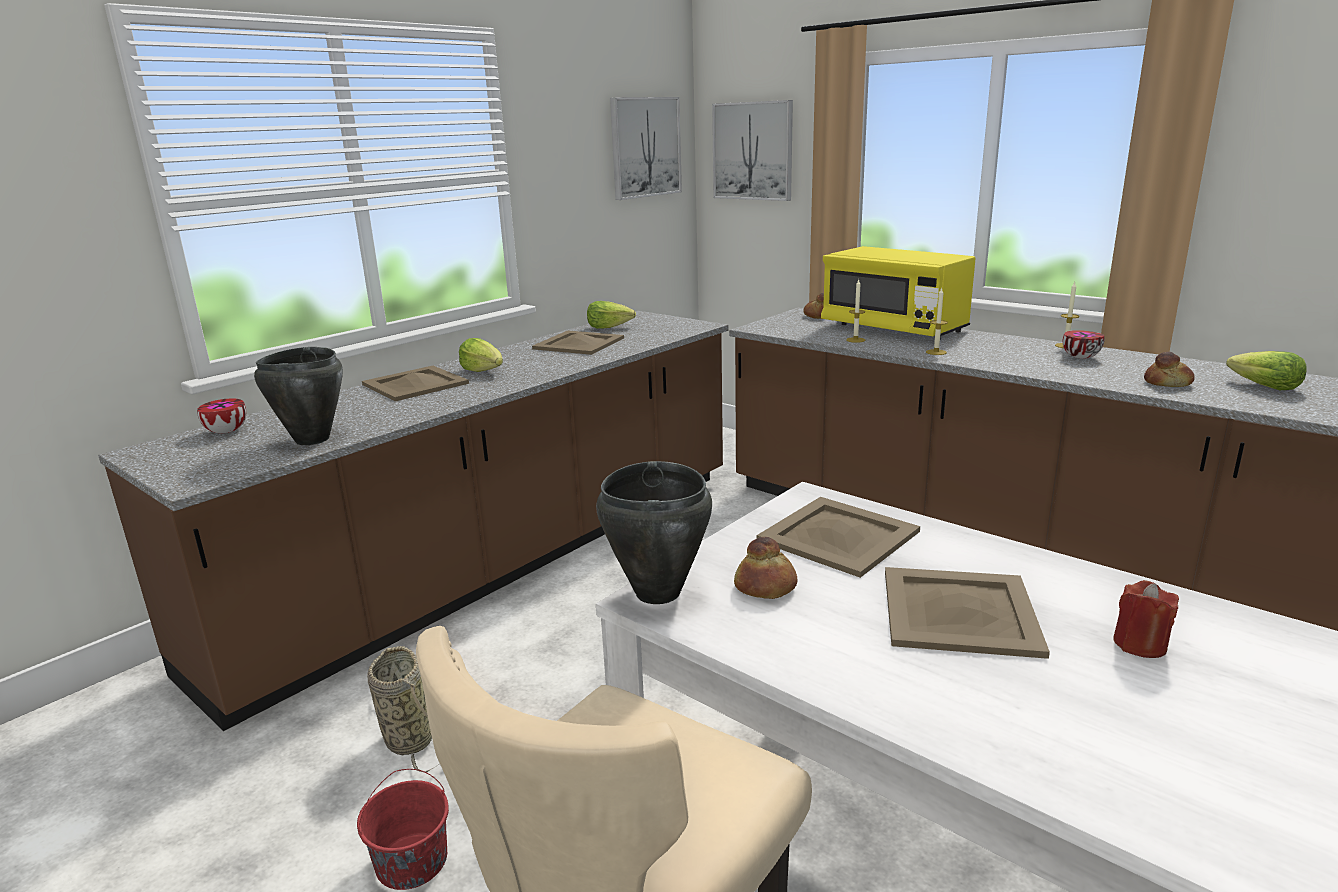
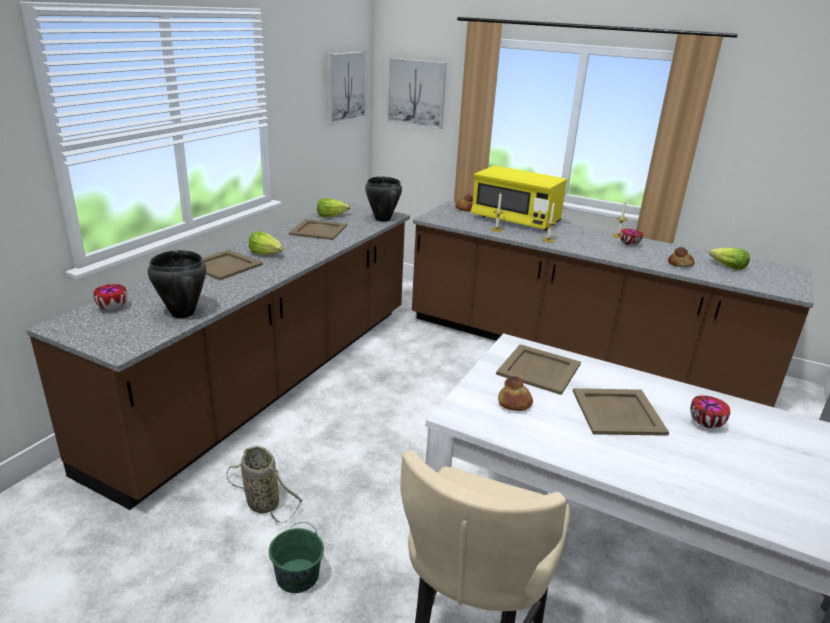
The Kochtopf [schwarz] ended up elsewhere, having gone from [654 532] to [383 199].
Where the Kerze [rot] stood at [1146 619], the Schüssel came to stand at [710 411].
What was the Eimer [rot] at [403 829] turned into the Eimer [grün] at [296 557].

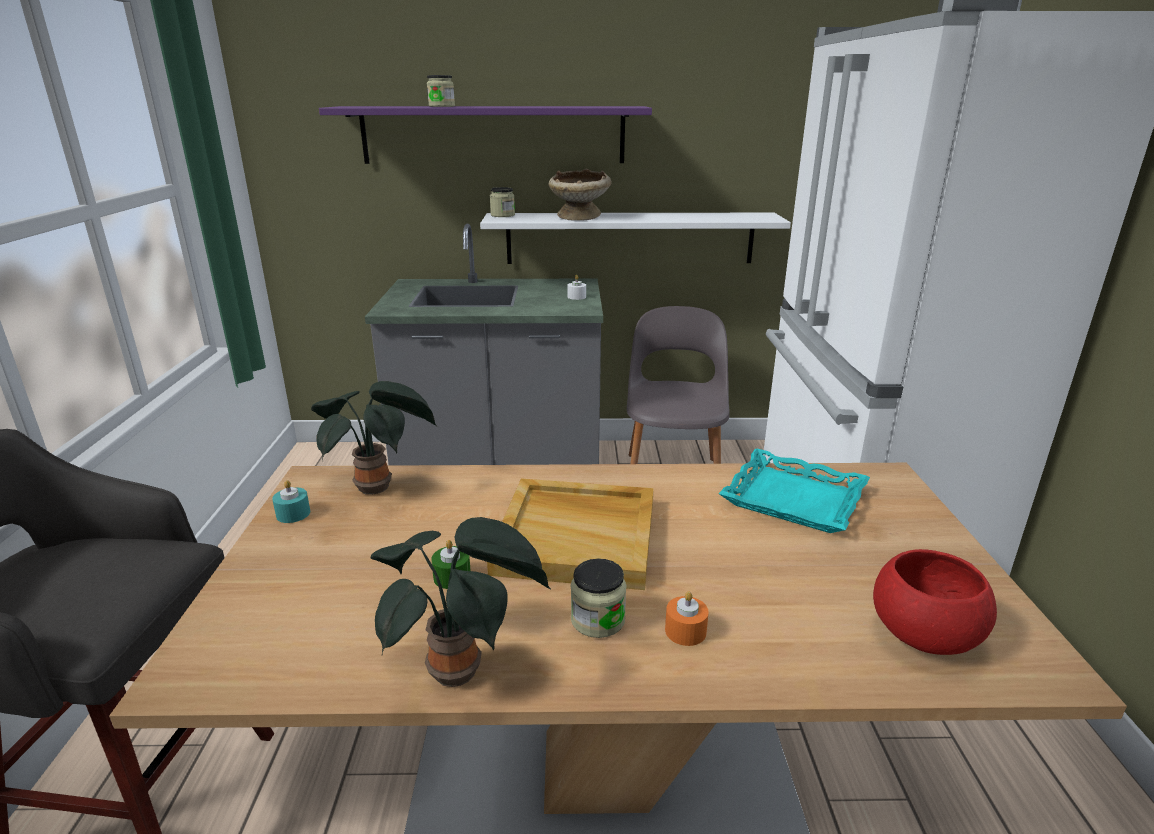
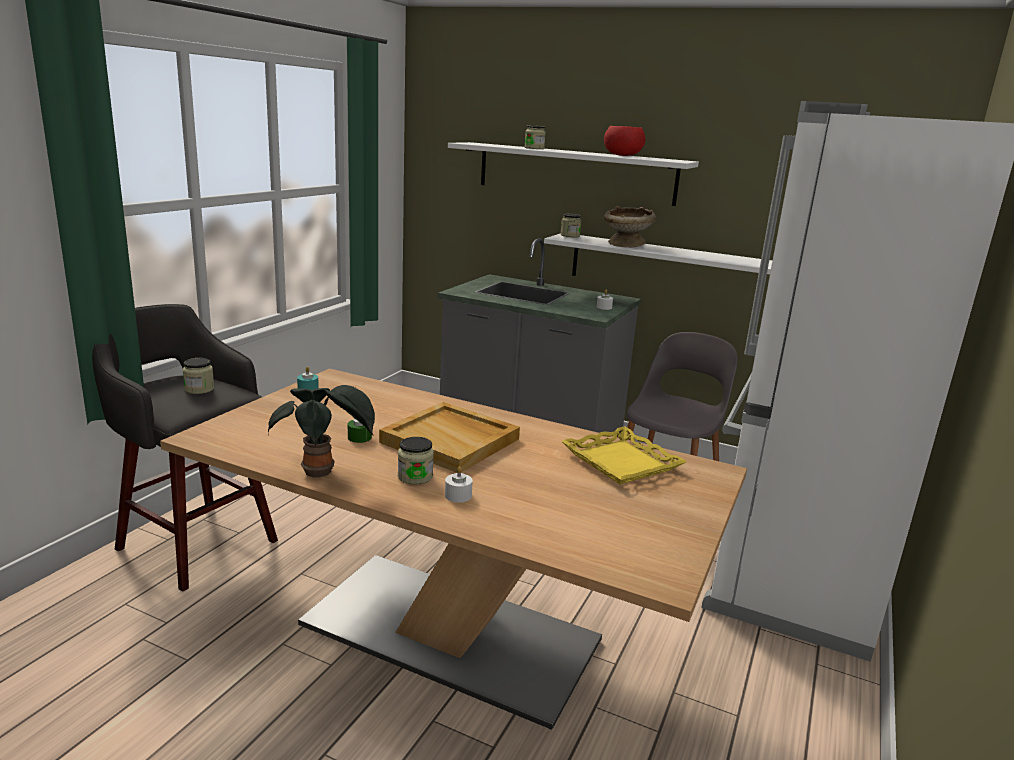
The second view lost the Topfpflanze at [374 438].
The second view gained the Vorratsglas at [198 376].
The Schüssel [rot] ended up elsewhere, having gone from [935 602] to [624 141].
What was the Wandregal [lila] at [485 135] turned into the Wandregal [weiß] at [573 174].
What was the Kerze [orange] at [687 618] turned into the Kerze [weiß] at [459 484].
What was the Tablett [türkis] at [794 491] turned into the Tablett [gelb] at [624 455].

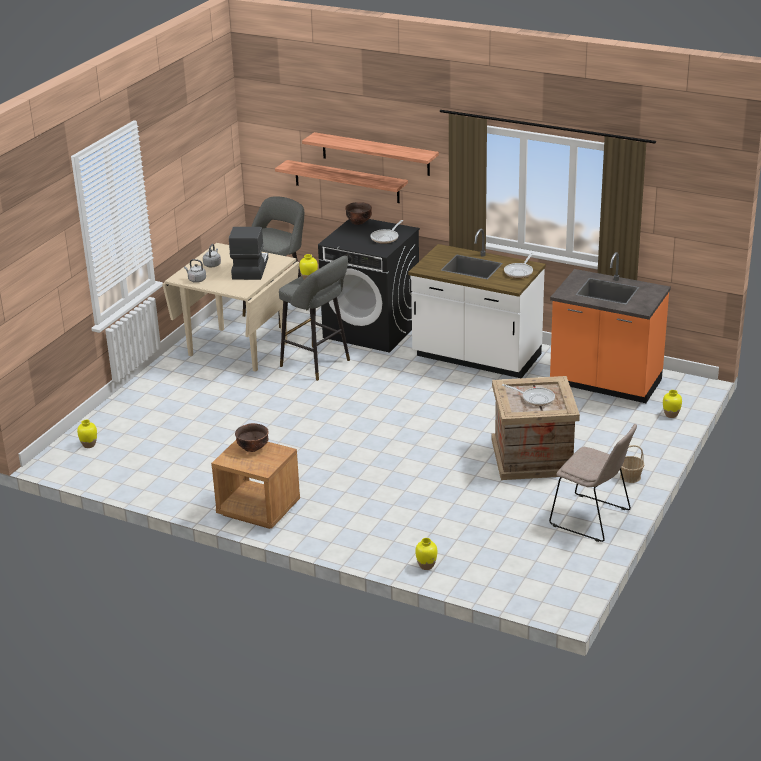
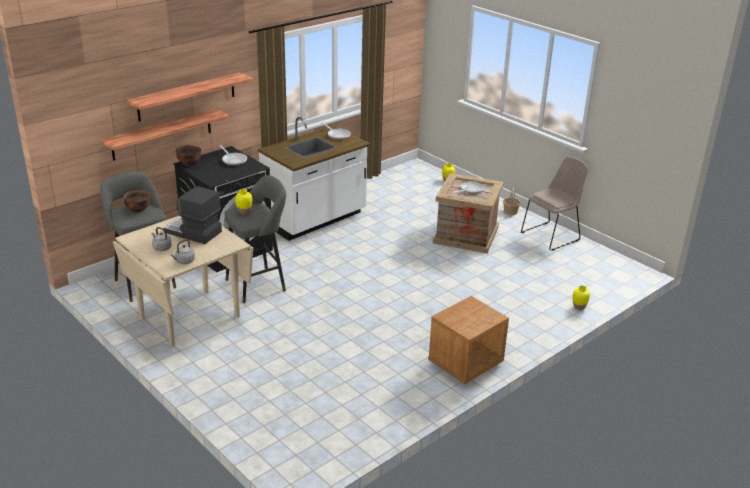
The second view lost the Vase [gelb] at [87 434].
The second view lost the Küchenzeile [orange] at [610 327].
The Schüssel [braun] ended up elsewhere, having gone from [252 437] to [137 201].

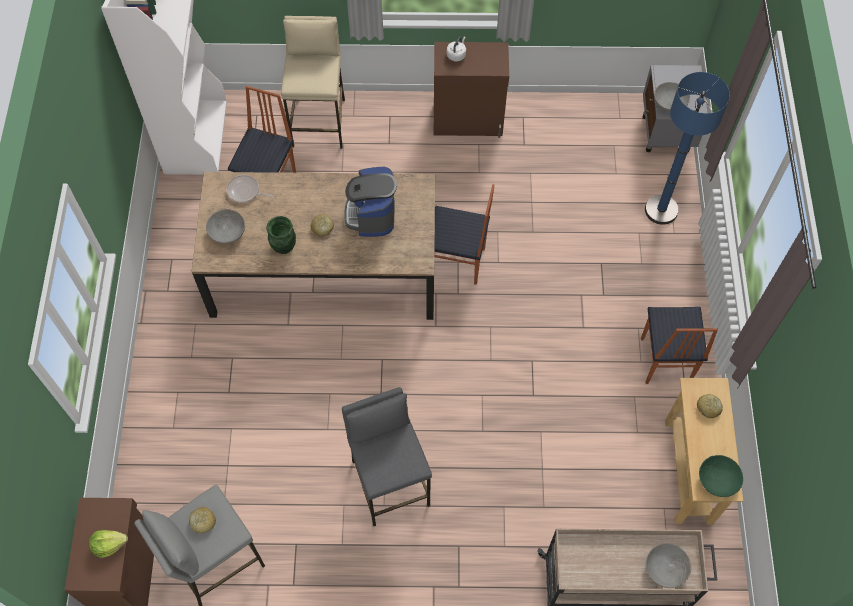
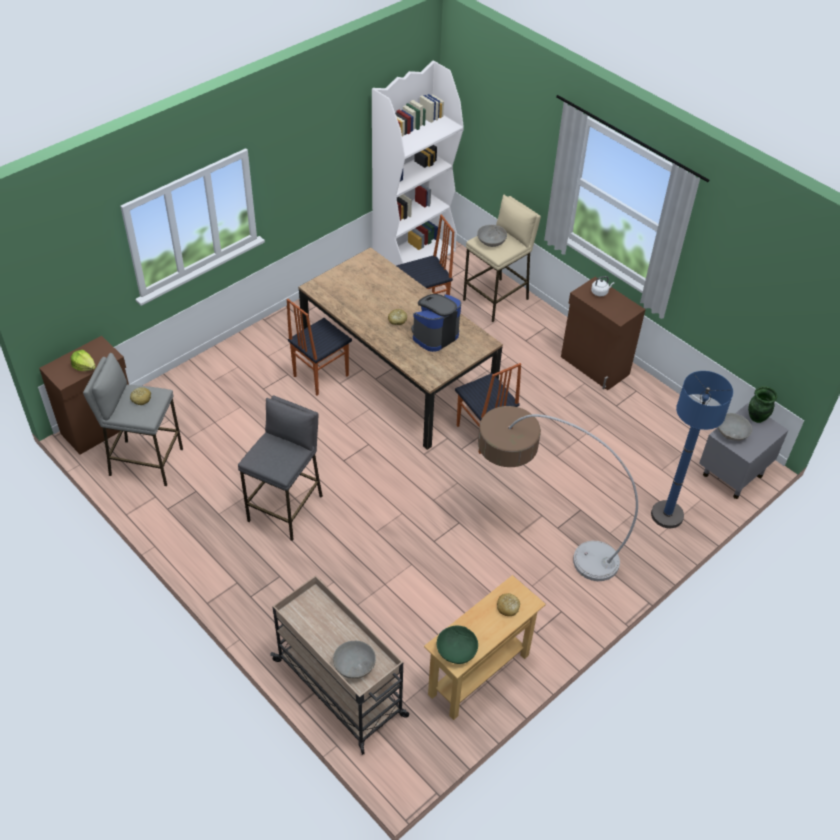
The second view lost the Pfanne at [249 189].
The second view gained the Stehlampe at [558 493].
The Schüssel [grau] ended up elsewhere, having gone from [225 226] to [492 236].
The Vase [grün] ended up elsewhere, having gone from [281 235] to [762 404].
The Stuhl ended up elsewhere, having gone from [679 345] to [319 347].

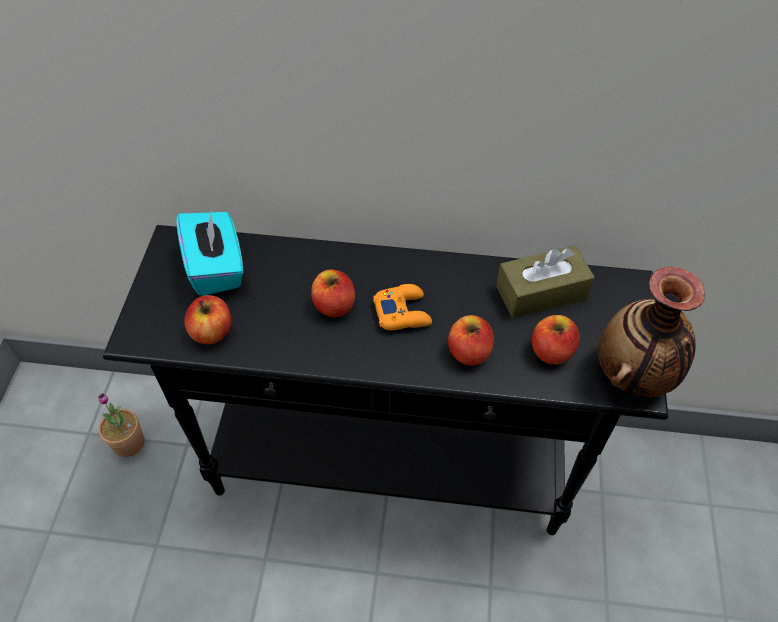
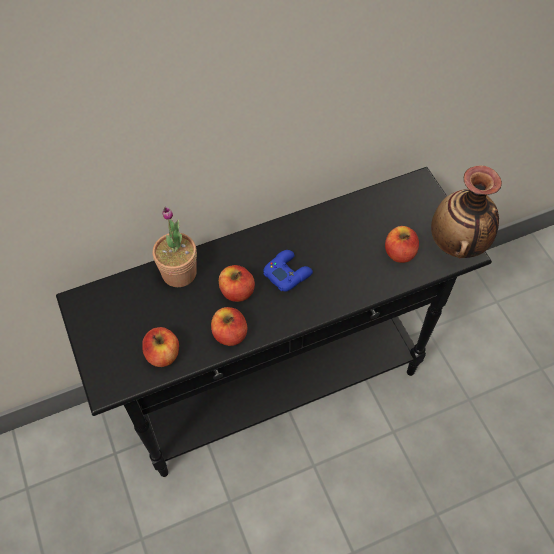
The second view lost the Taschentuchbox [türkis] at [210 252].
The second view lost the Taschentuchbox [braun] at [545 282].
The Topfpflanze ended up elsewhere, having gone from [121 425] to [175 247].
The Apfel ended up elsewhere, having gone from [471 340] to [229 326].
What was the Gamepad [orange] at [402 307] turned into the Gamepad [blau] at [288 271].

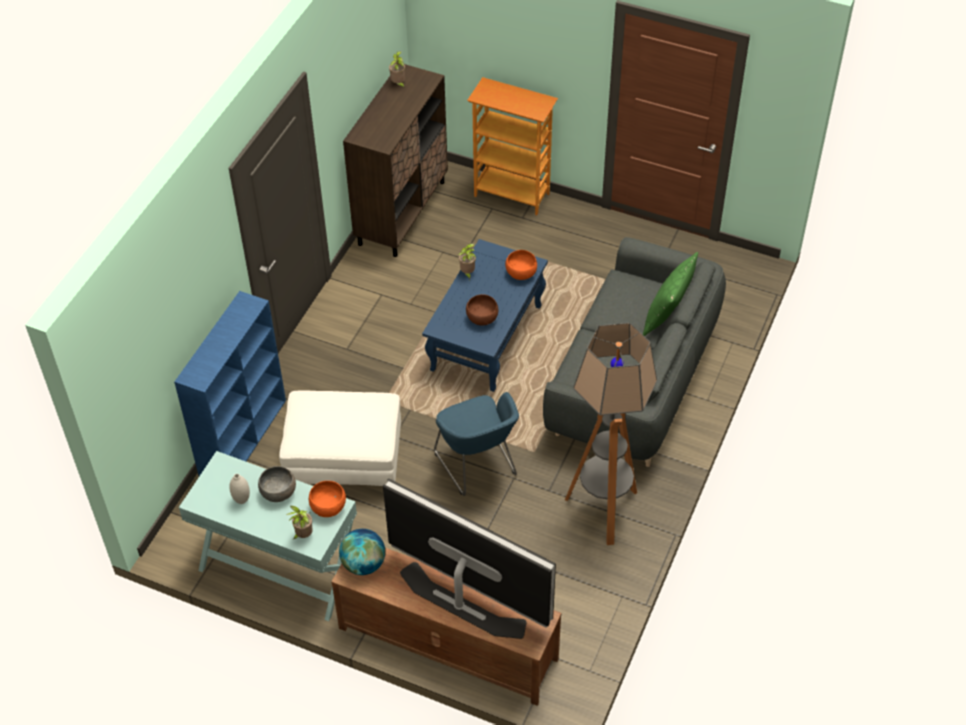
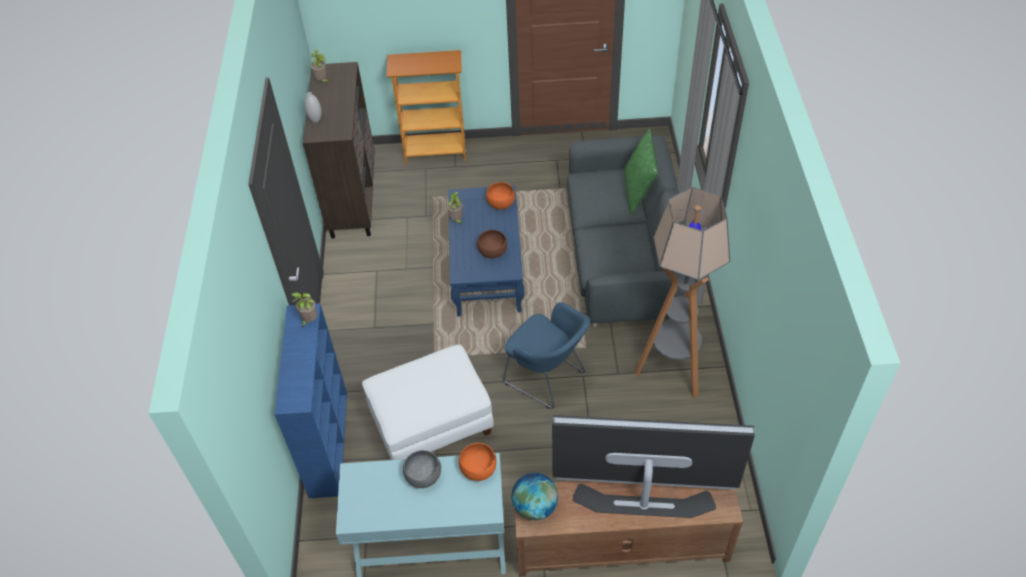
The Vase [weiß] ended up elsewhere, having gone from [239 489] to [312 107].
The Topfpflanze ended up elsewhere, having gone from [299 523] to [304 310].

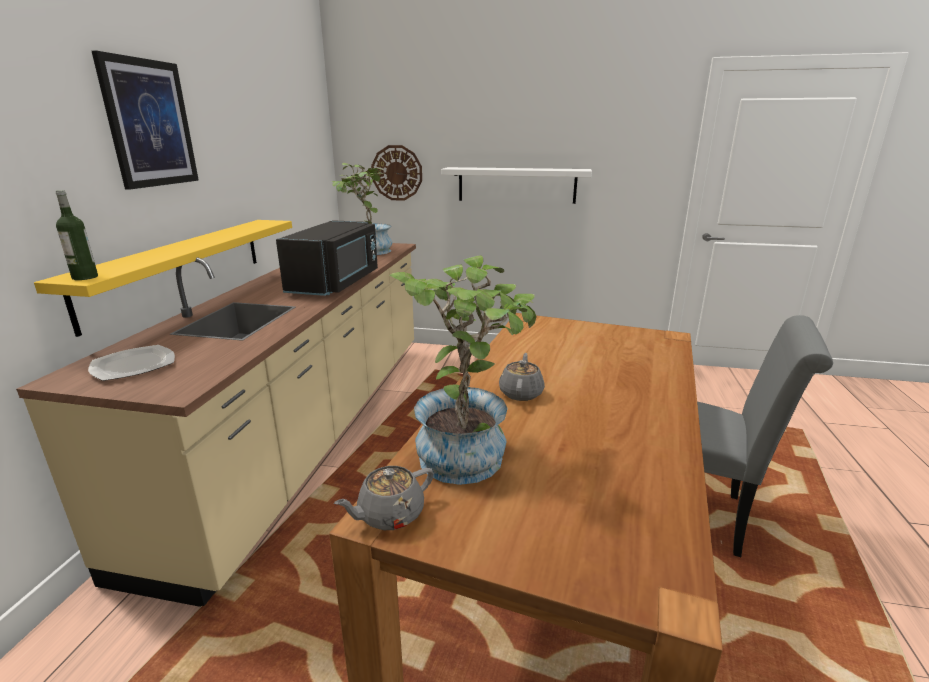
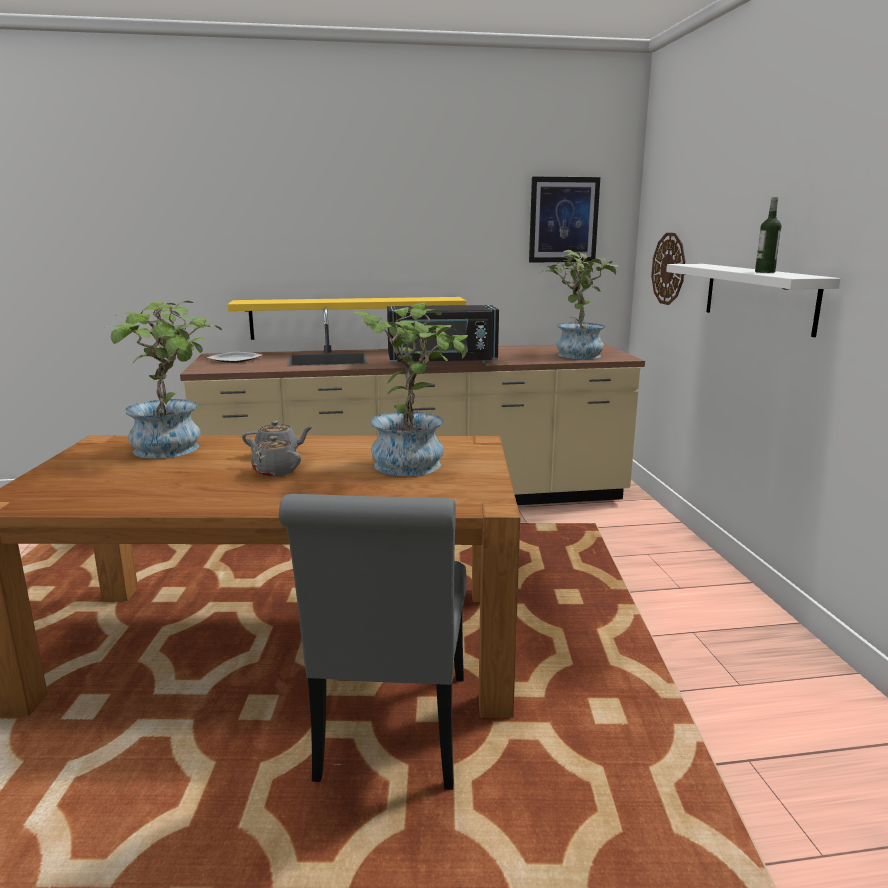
The second view gained the Topfpflanze at [410 389].
The Flasche ended up elsewhere, having gone from [77 235] to [768 235].
The Bild ended up elsewhere, having gone from [145 120] to [564 219].
The Teekanne [grau] ended up elsewhere, having gone from [384 498] to [274 456].

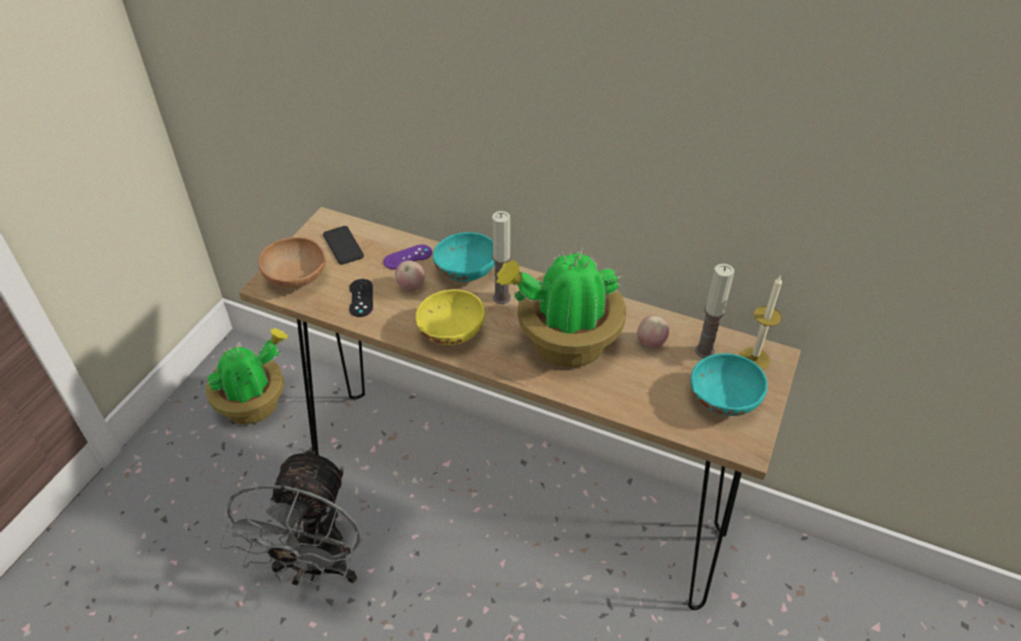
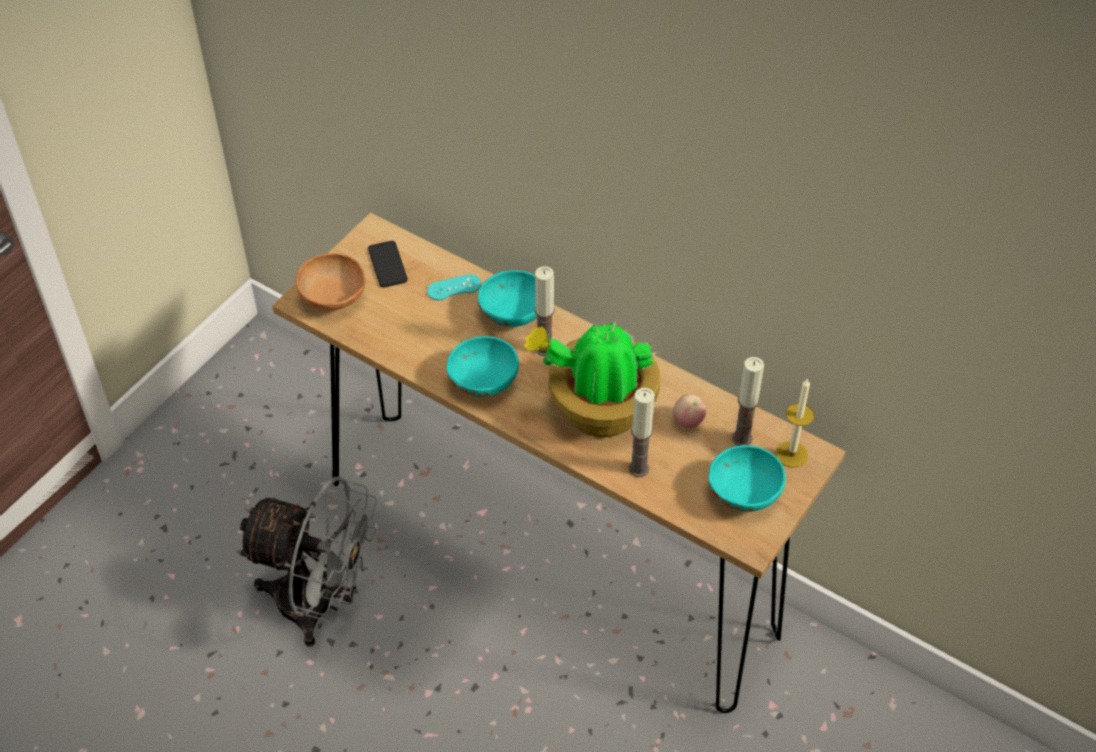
The second view lost the Topfpflanze at [246 376].
The second view lost the Gamepad [schwarz] at [361 298].
The second view lost the Apfel at [410 276].
The second view gained the Kerze at [642 432].
What was the Gamepad [lila] at [407 257] turned into the Gamepad [türkis] at [454 287].
What was the Schüssel [gelb] at [450 317] turned into the Schüssel [türkis] at [483 366].
The Ventilator [grau] at [290 516] ended up facing another way, 90 degrees counterclockwise from before.

